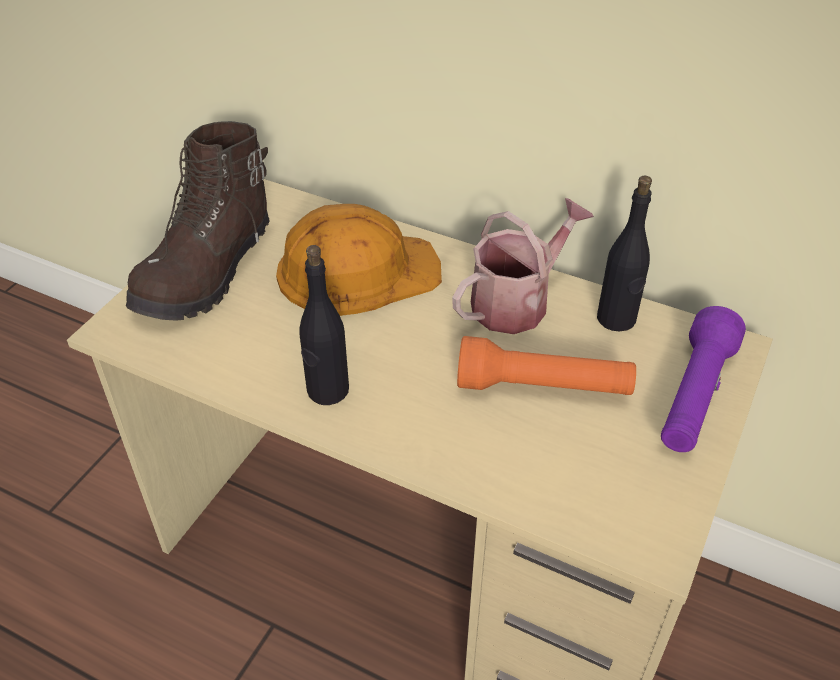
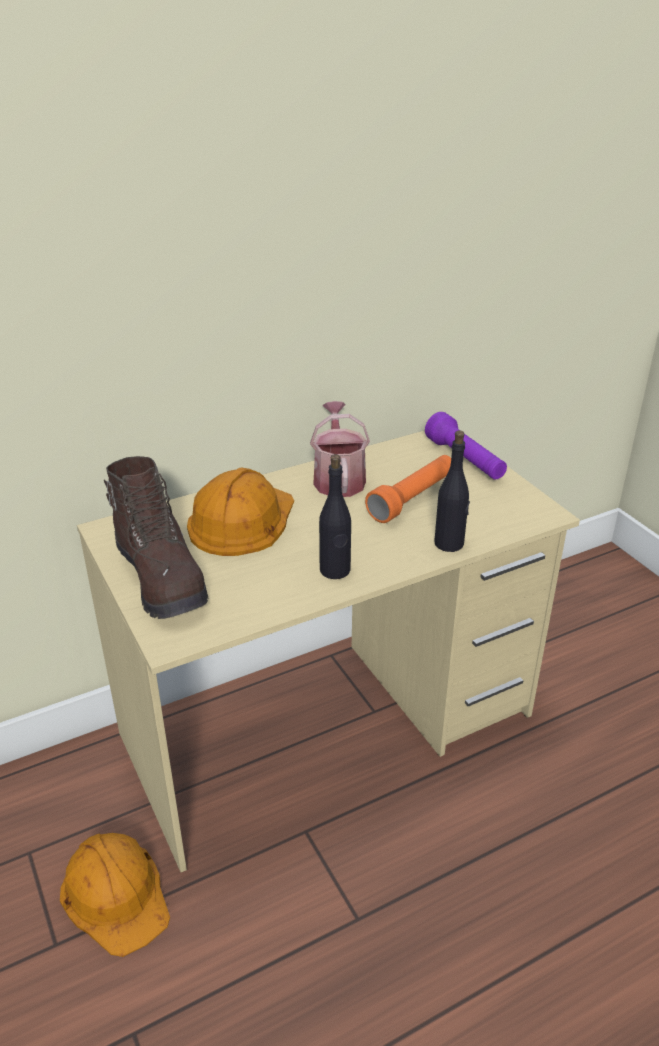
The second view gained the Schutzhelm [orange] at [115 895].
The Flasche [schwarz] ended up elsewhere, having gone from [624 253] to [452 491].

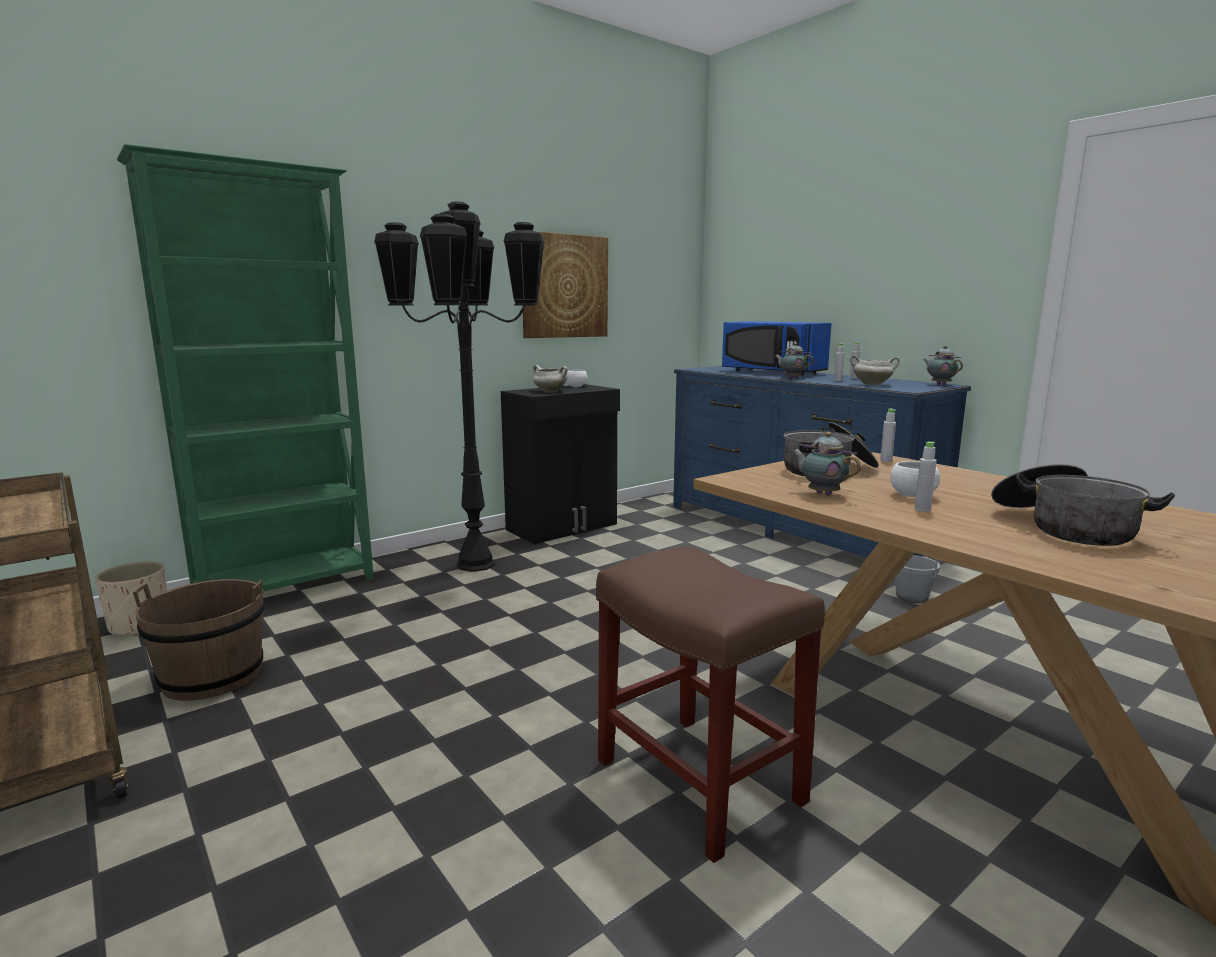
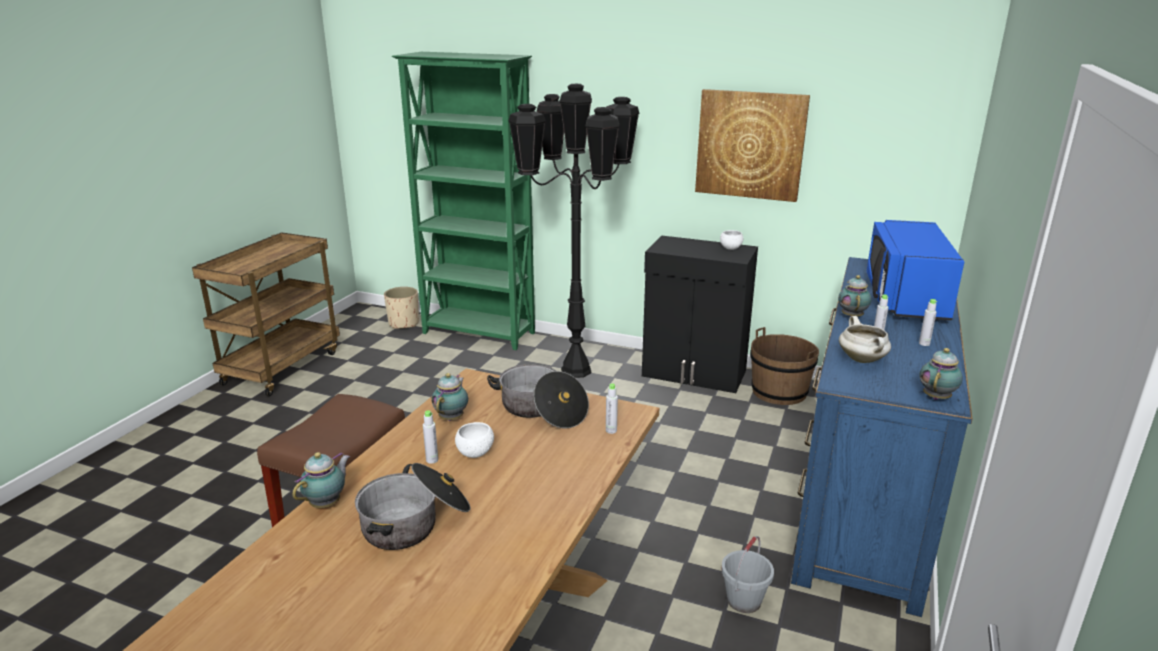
The second view lost the Kochtopf [weiß] at [550 378].
The second view gained the Teekanne at [321 480].
The Eimer [braun] ended up elsewhere, having gone from [199 640] to [784 366].

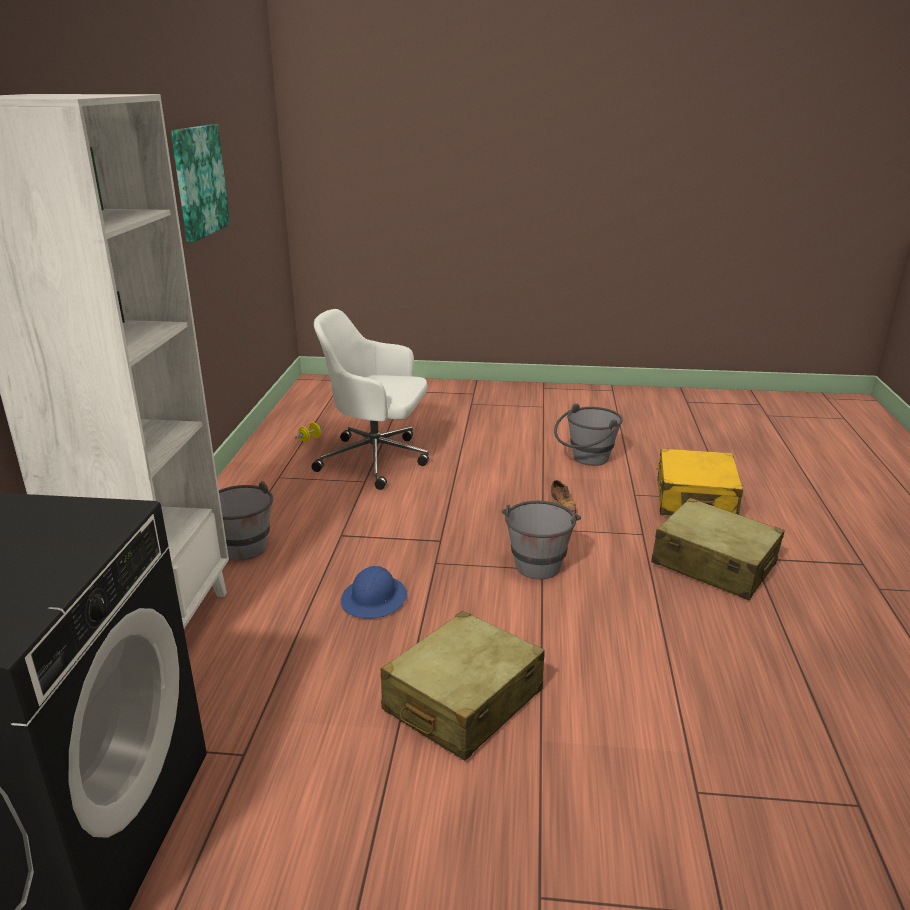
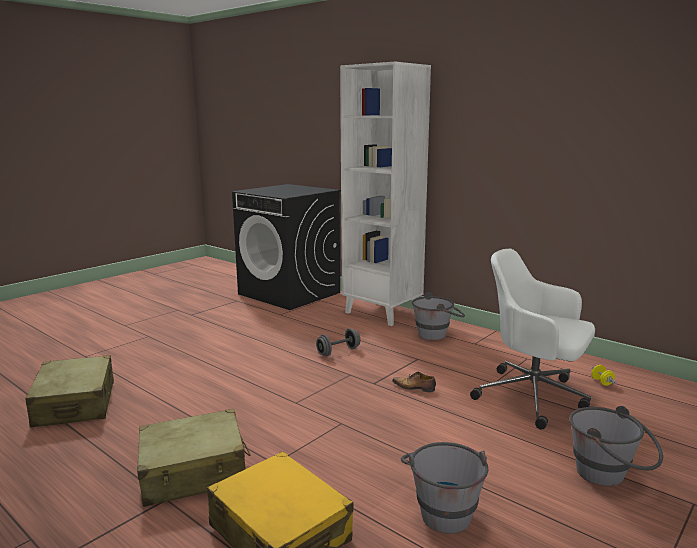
The second view lost the Bild at [200 183].
The Koffer [beige] ended up elsewhere, having gone from [462 686] to [69 391].
The Eimer [grau] ended up elsewhere, having gone from [541 540] to [616 446].
The Schuh ended up elsewhere, having gone from [563 497] to [414 382].
Where the Schutzhelm [blau] stood at [374 592], the Hantel [grau] came to stand at [338 342].
The Bürostuhl [weiß] at [370 399] ended up facing another way, 105 degrees counterclockwise from before.

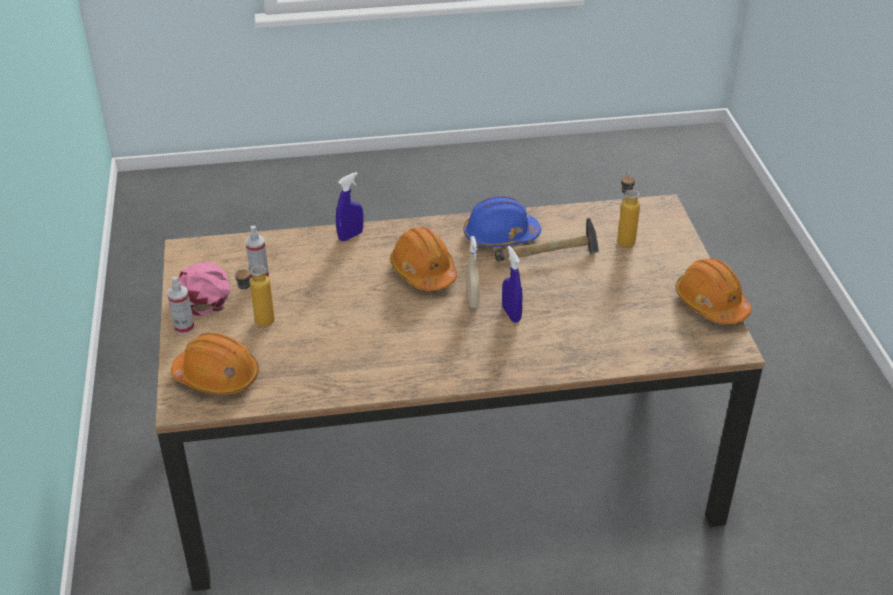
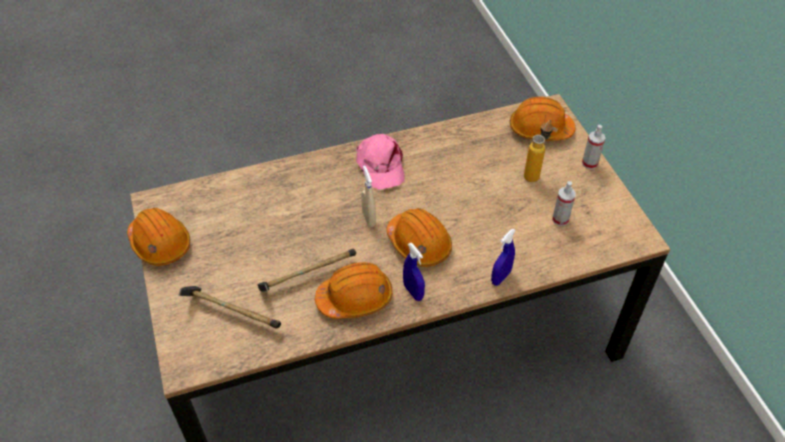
The Kappe [rosa] ended up elsewhere, having gone from [204 288] to [380 162].
The Sprühflasche [blau] ended up elsewhere, having gone from [512 284] to [414 272].
Where the Flasche stood at [628 209], the Hammer came to stand at [230 307].
What was the Schutzhelm [blau] at [502 221] turned into the Schutzhelm [orange] at [354 290].

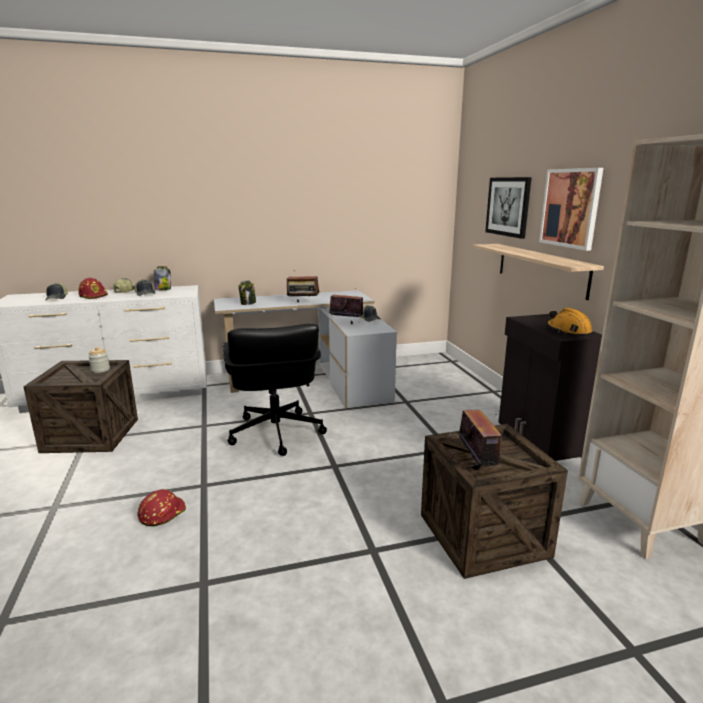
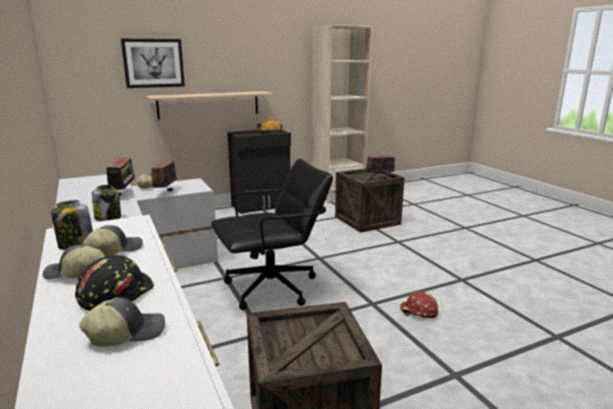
The second view lost the Vorratsglas at [99 360].
The second view lost the Bild at [571 209].
What was the Schutzhelm [rot] at [93 288] turned into the Schutzhelm [schwarz] at [114 283].

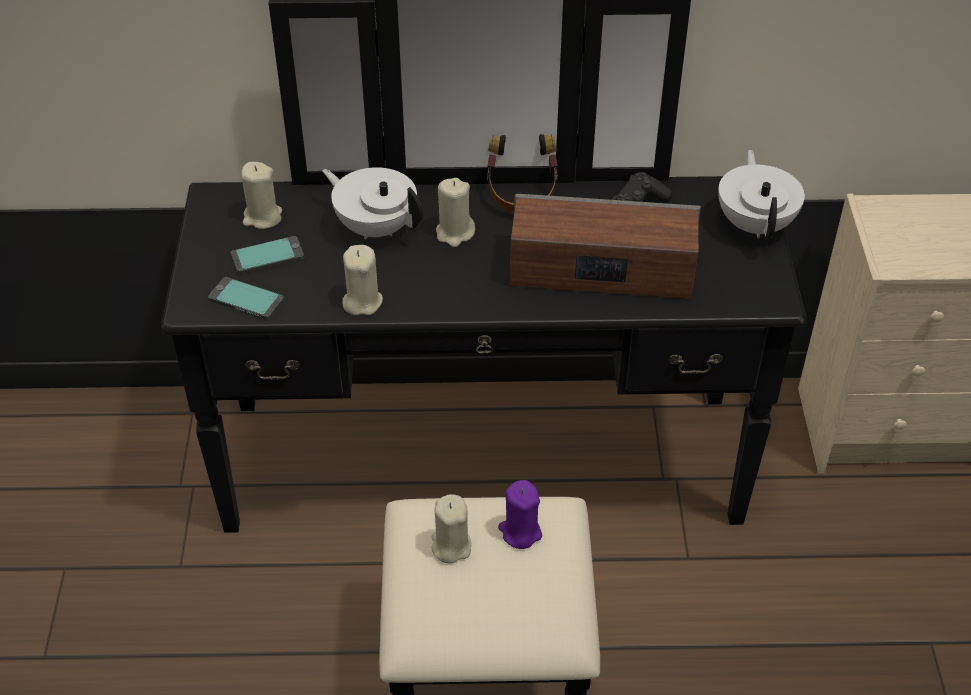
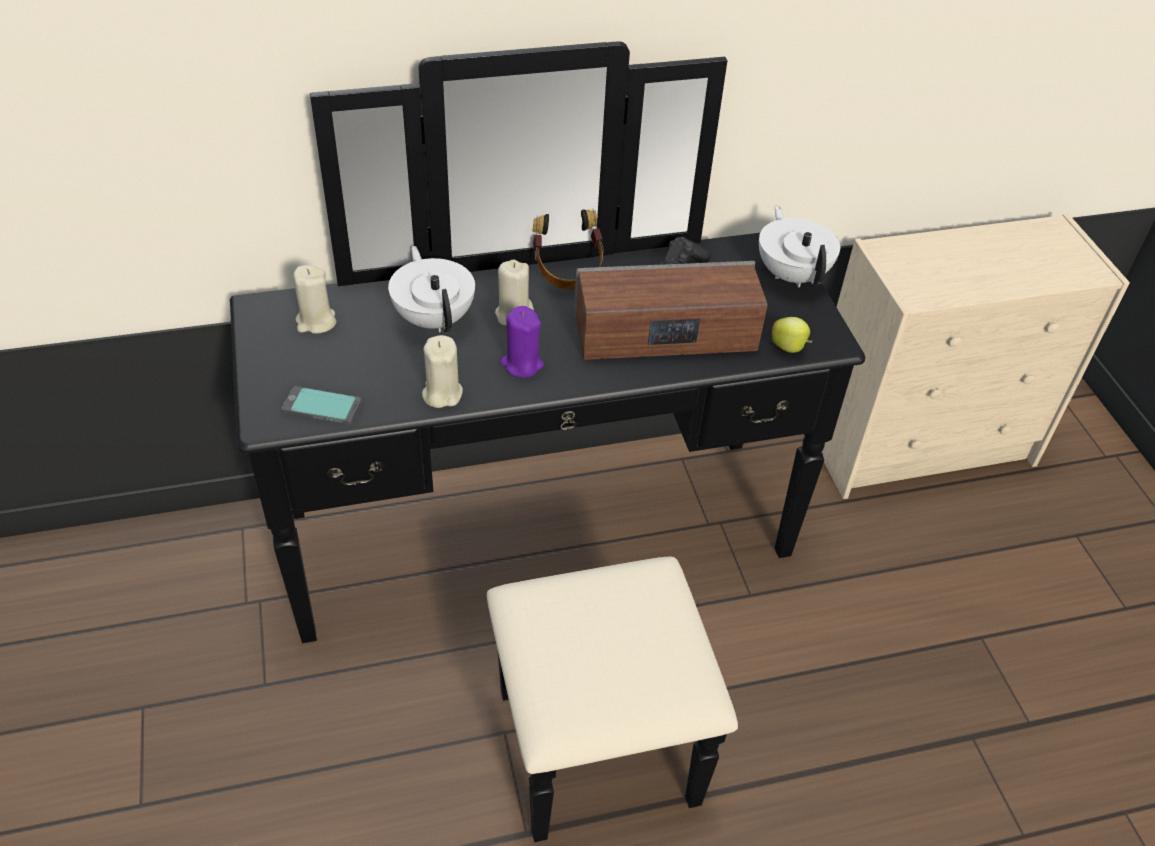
The second view lost the Handy at [267 255].
The second view lost the Kerze [beige] at [451 528].
The second view gained the Apfel at [792 335].
The Kerze [lila] ended up elsewhere, having gone from [520 514] to [522 342].
The Teekanne [weiß] at [372 203] ended up facing another way, 45 degrees clockwise from before.

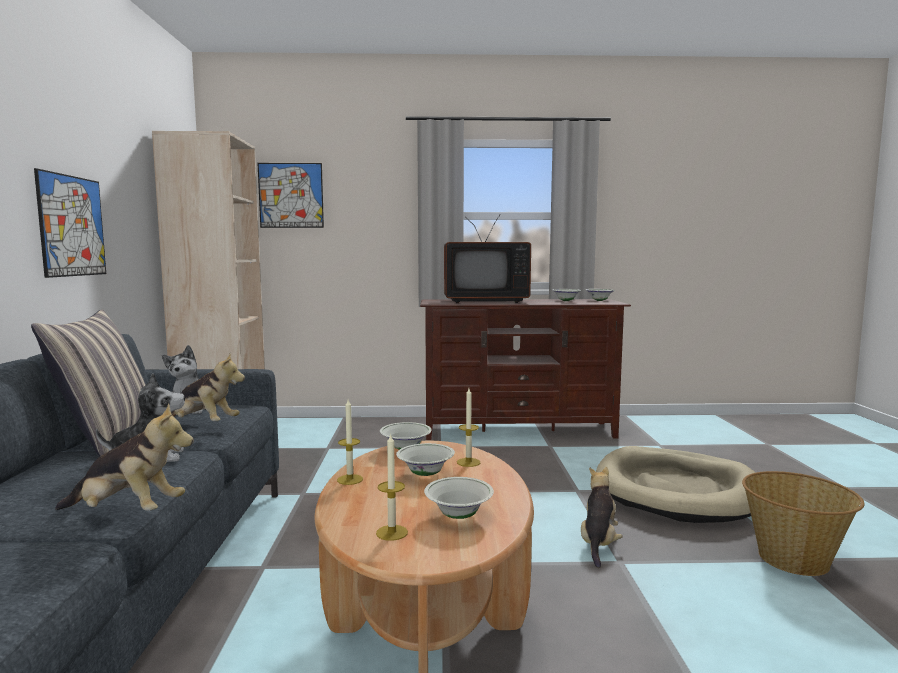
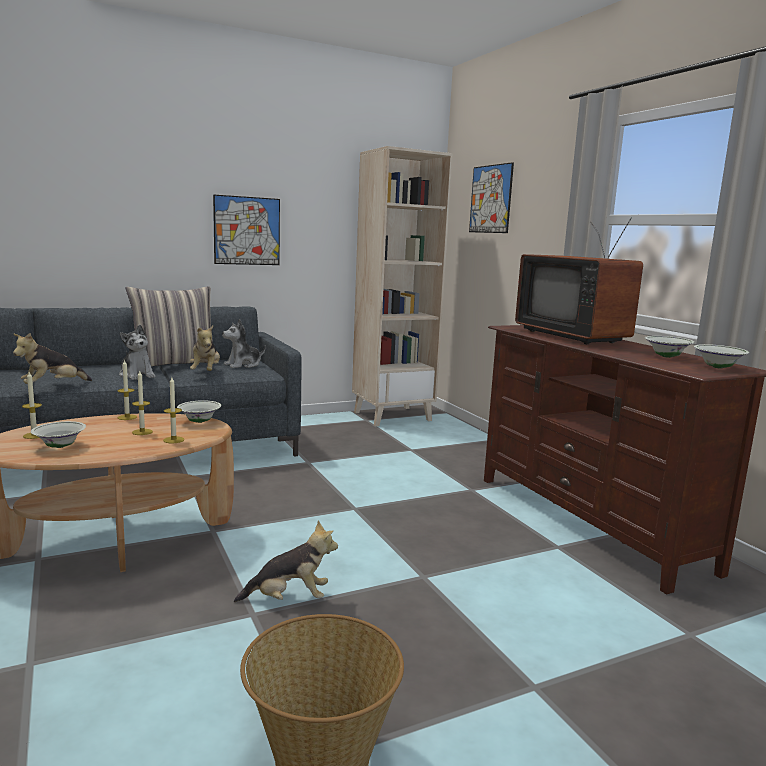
The second view lost the Hundebett [beige] at [676 484].
Where the Schüssel [weiß] stood at [425 459], the Kerze came to stand at [142 403].
The Plüschtier at [124 457] ended up facing another way, 60 degrees clockwise from before.

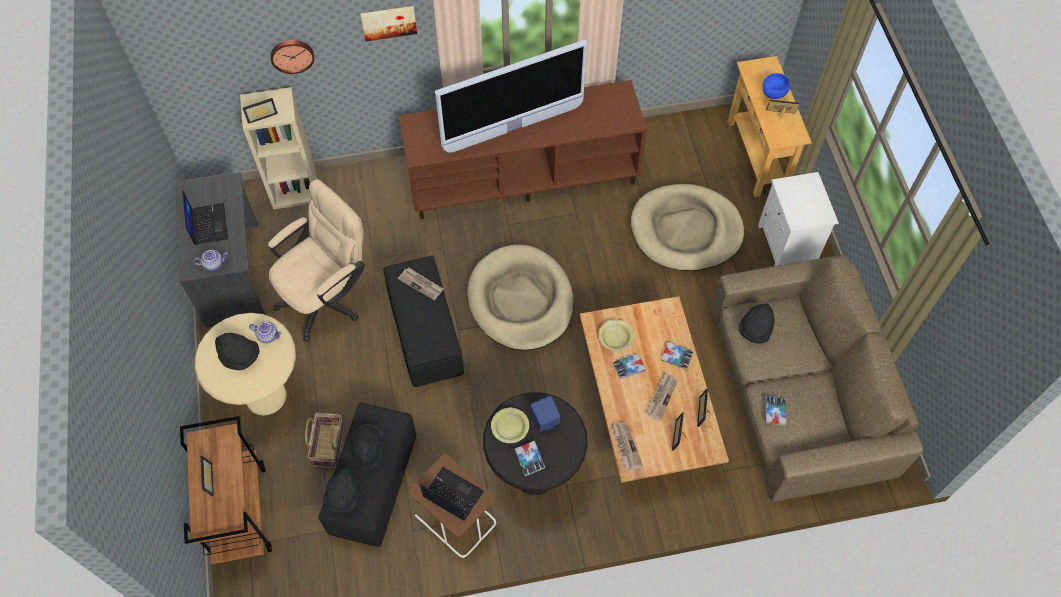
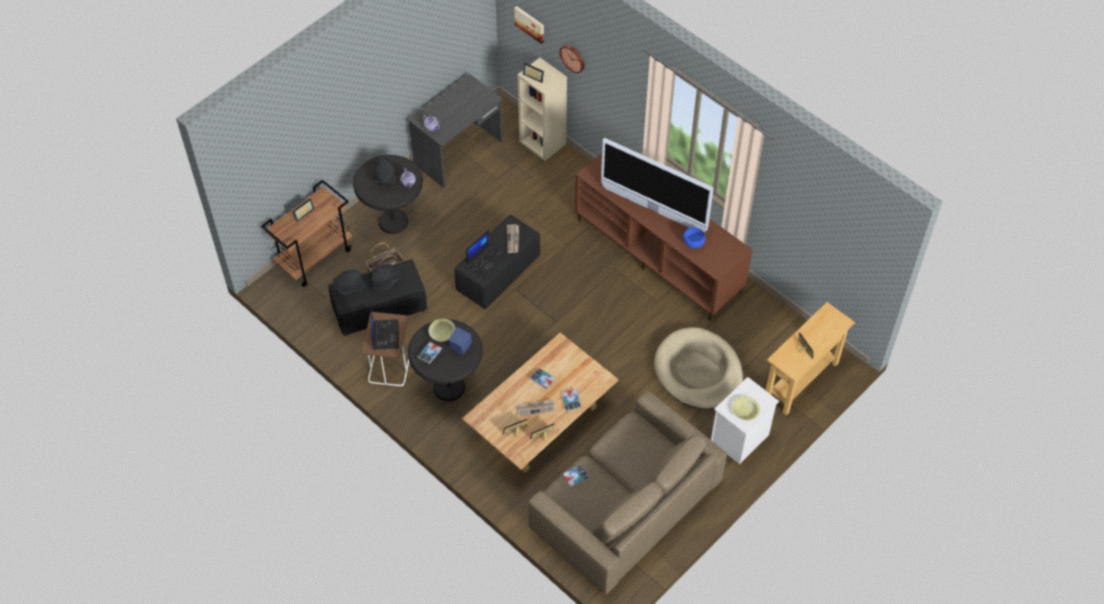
The second view lost the Bürostuhl [beige] at [316 260].
The second view lost the Hundebett [beige] at [520 298].
The second view lost the Zeitung at [627 446].
The second view lost the Hut [schwarz] at [757 323].
The Laptop ended up elsewhere, having gone from [205 218] to [486 253].
The Bild ended up elsewhere, having gone from [388 23] to [529 25].
The Schüssel [gelb] ended up elsewhere, having gone from [616 335] to [746 408].
The Schüssel [blau] ended up elsewhere, having gone from [776 86] to [694 237].
What was the Beistelltisch [beige] at [245 364] turned into the Beistelltisch [schwarz] at [388 194].

